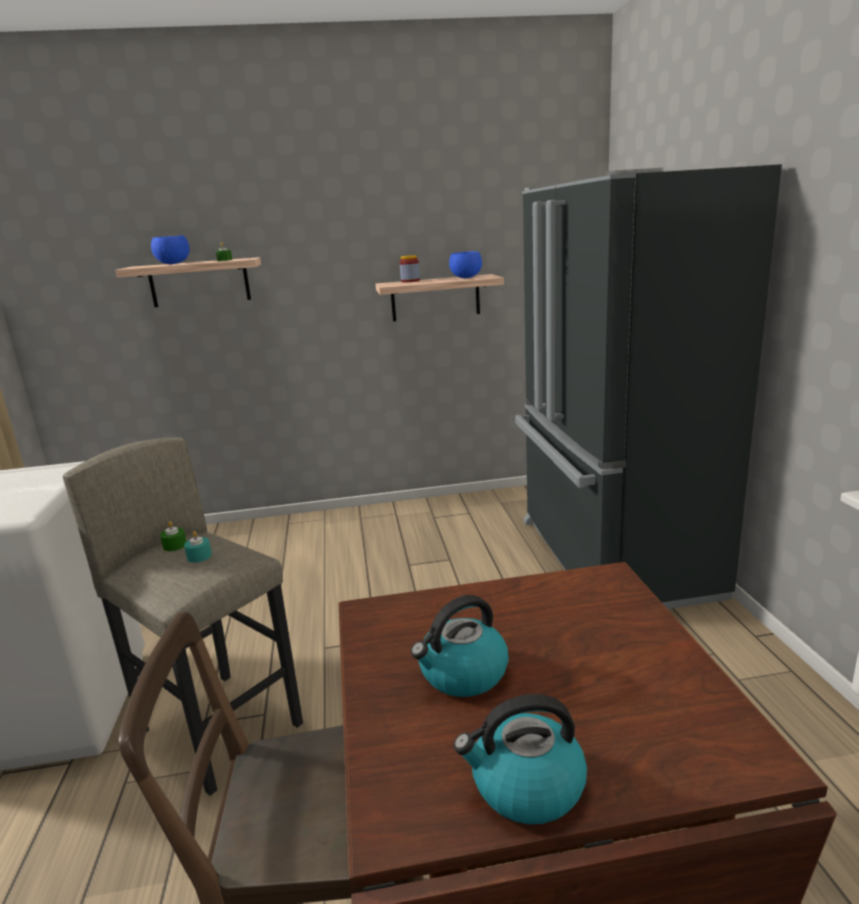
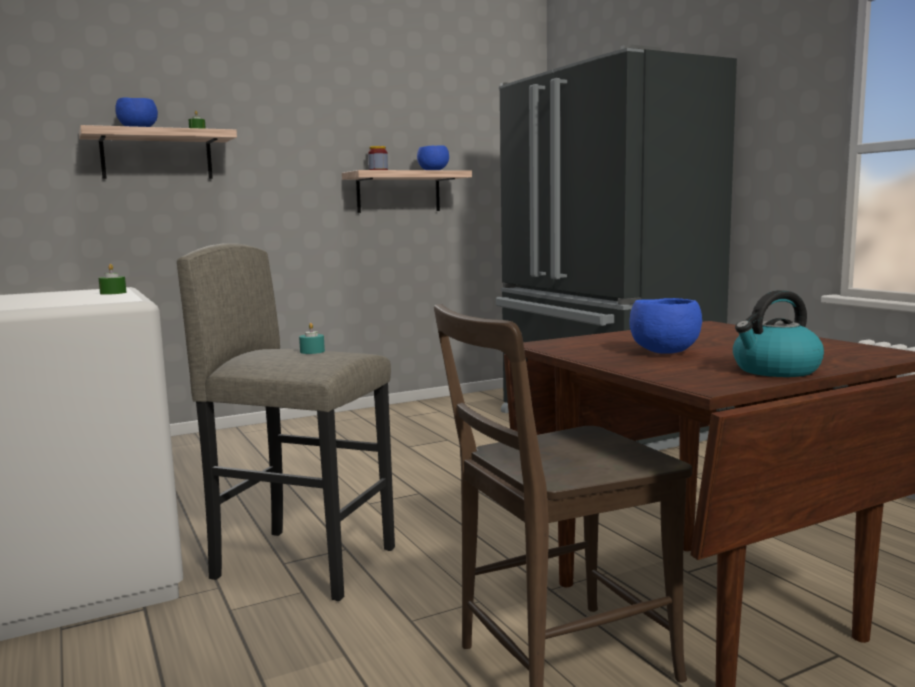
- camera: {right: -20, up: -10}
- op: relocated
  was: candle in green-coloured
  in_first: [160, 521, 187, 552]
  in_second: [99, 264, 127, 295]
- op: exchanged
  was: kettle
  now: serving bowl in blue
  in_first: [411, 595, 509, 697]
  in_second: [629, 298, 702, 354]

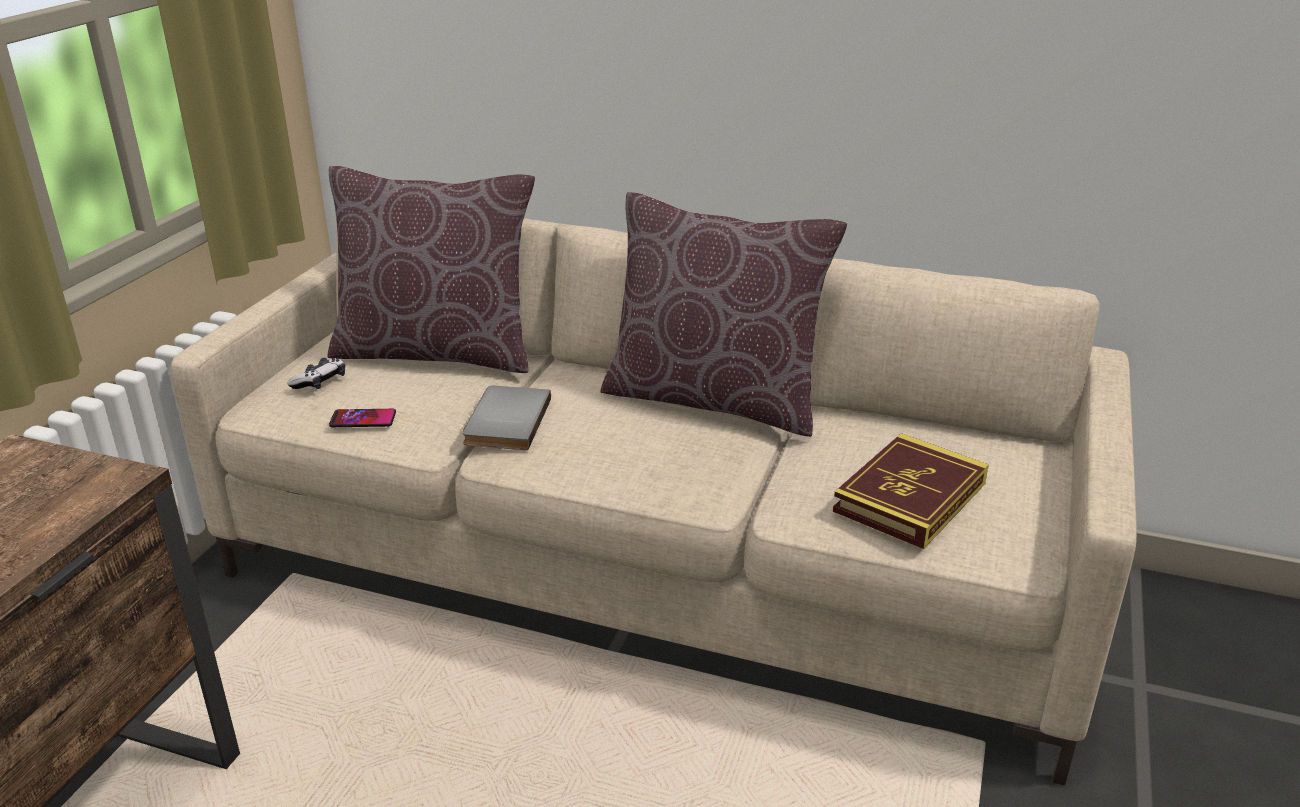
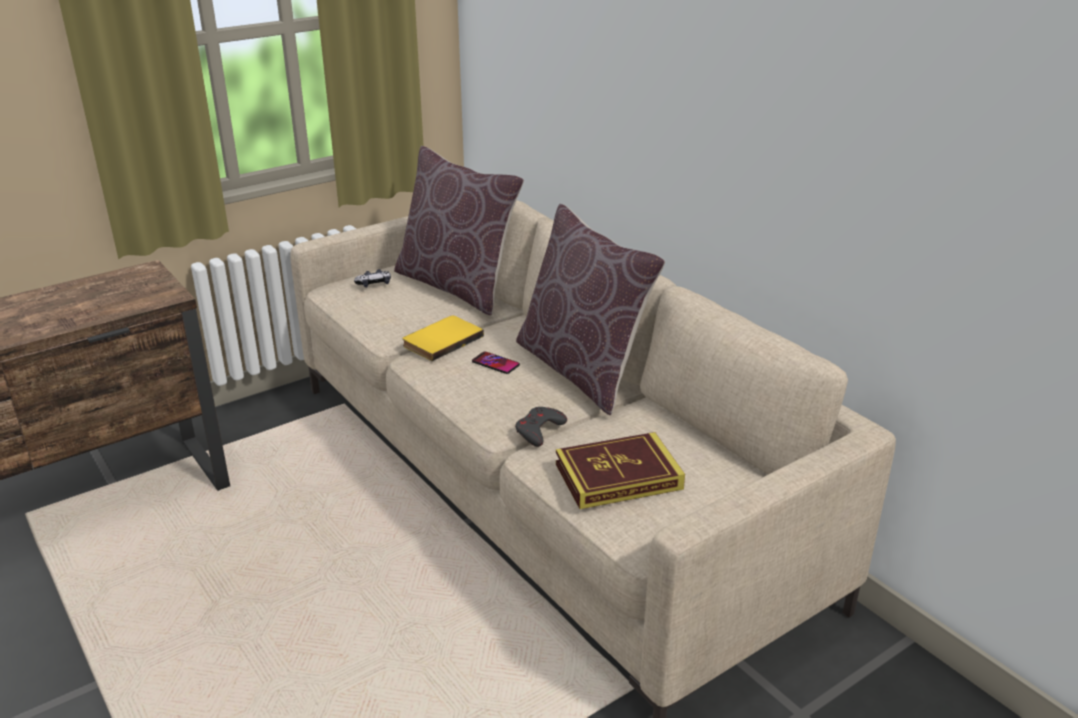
- camera: {right: 35, up: 0}
- op: colour
  was: bound book in grey
  now: bound book in yellowish
  in_first: [462, 386, 551, 450]
  in_second: [402, 316, 484, 361]
- op: relocated
  was: handset
  in_first: [329, 409, 396, 427]
  in_second: [472, 352, 520, 374]
- op: appeared
  now: gamepad in grey
  in_second: [515, 407, 567, 447]

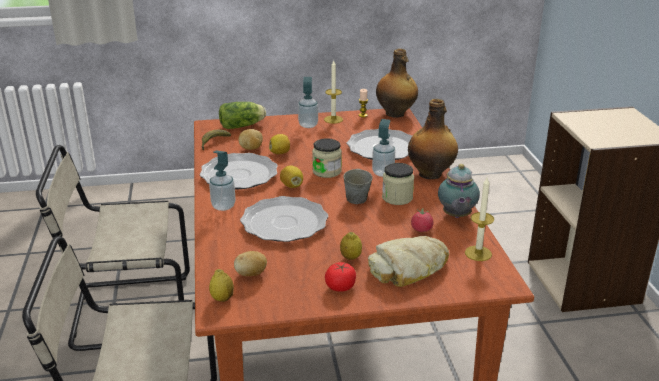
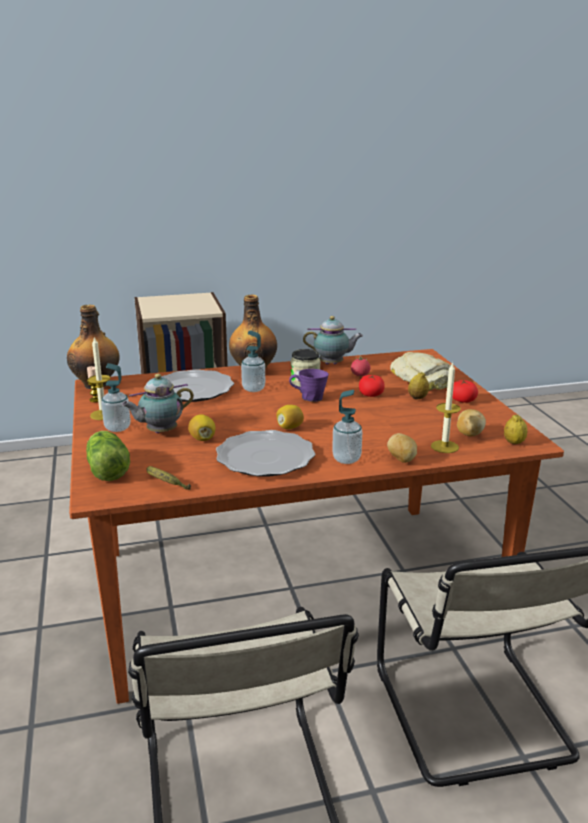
- camera: {right: -95, up: -5}
- op: appeared
  now: teapot
  in_second: [121, 374, 194, 433]
- op: colour
  was: tea mug in grey
  now: tea mug in purple
  in_first: [343, 169, 372, 204]
  in_second: [289, 369, 329, 402]
- op: appeared
  now: tomato
  in_second: [359, 375, 385, 397]
- op: relocated
  was: spud
  in_first: [238, 129, 263, 150]
  in_second: [387, 433, 417, 463]
- op: relocated
  was: candle
  in_first: [465, 177, 494, 261]
  in_second: [431, 362, 461, 453]
- op: missing
  was: plate
  in_first: [240, 196, 329, 242]
- op: missing
  was: storage jar
  in_first: [312, 138, 342, 178]

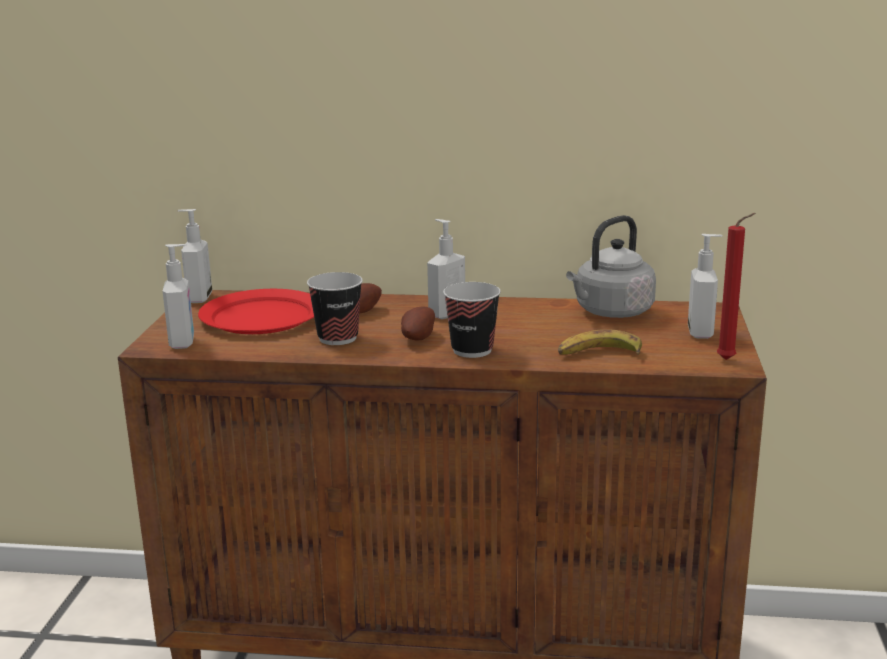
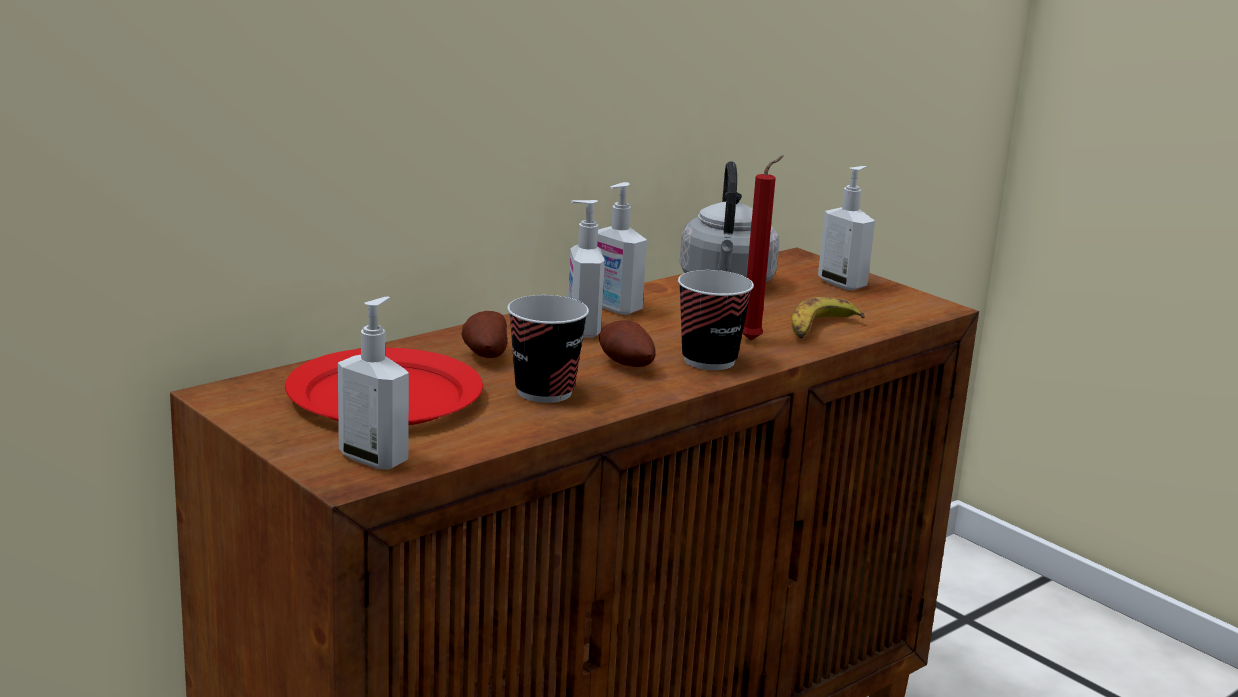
- camera: {right: -50, up: 0}
- op: relocated
  was: liquid soap bottle
  in_first: [178, 209, 212, 303]
  in_second: [597, 182, 647, 315]
- op: relocated
  was: candle in red
  in_first: [717, 213, 756, 360]
  in_second: [743, 155, 784, 341]

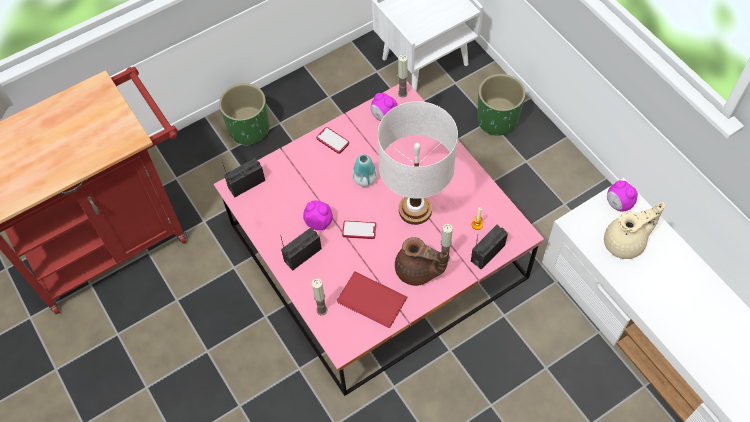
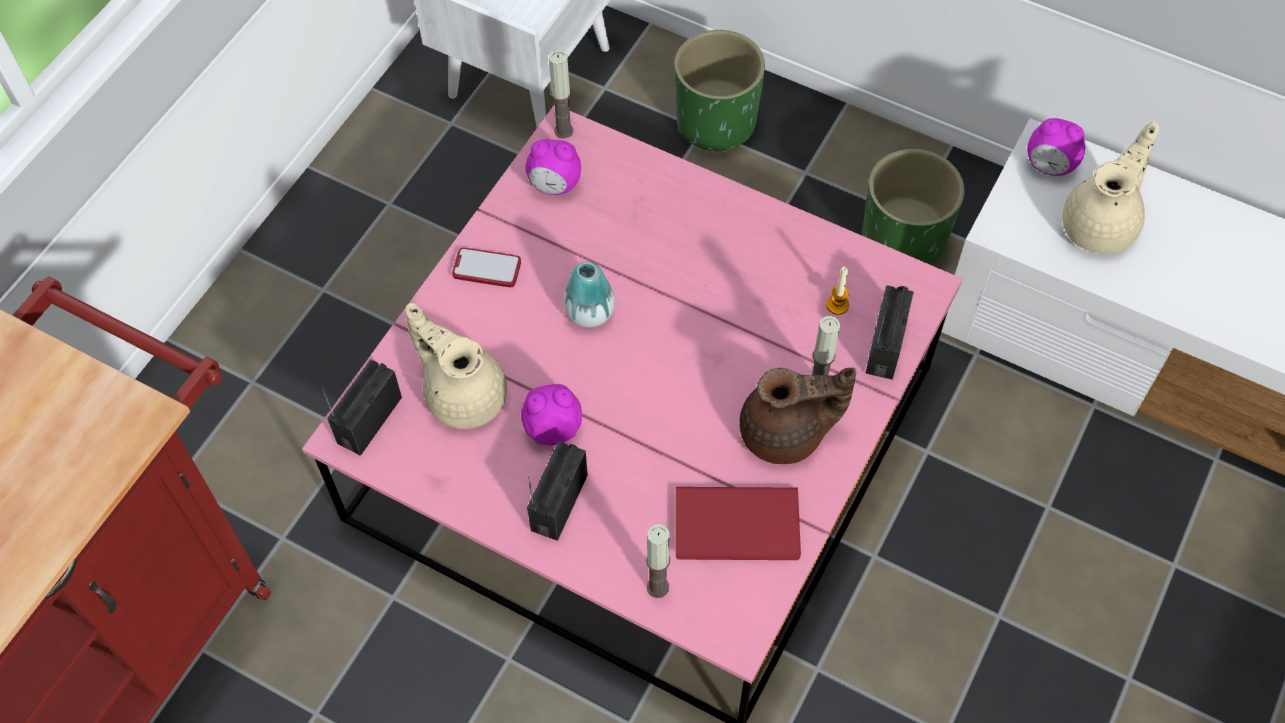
- camera: {right: -30, up: 0}
- op: appeared
  now: teapot in beige-coloured
  in_second: [405, 303, 507, 429]
- op: relocated
  was: plant pot in green-coloured
  in_first: [219, 83, 269, 146]
  in_second: [862, 149, 965, 266]
- op: missing
  was: handset
  in_first: [342, 220, 376, 239]
- op: missing
  was: table lamp in whitish
  in_first: [378, 101, 458, 225]

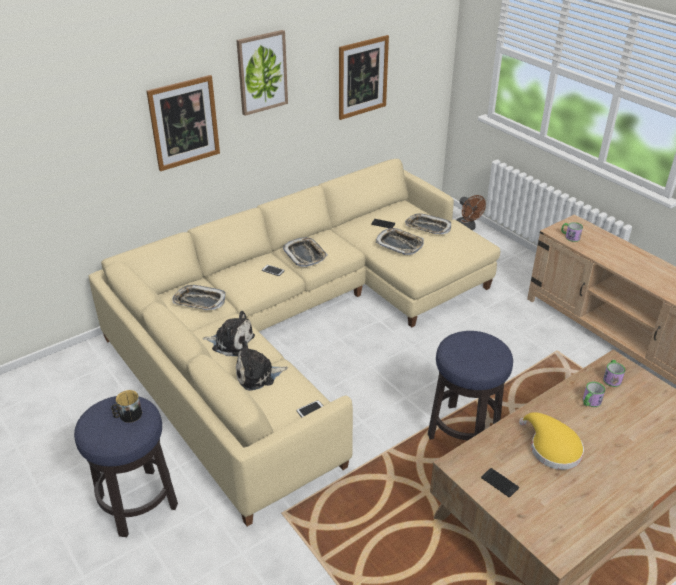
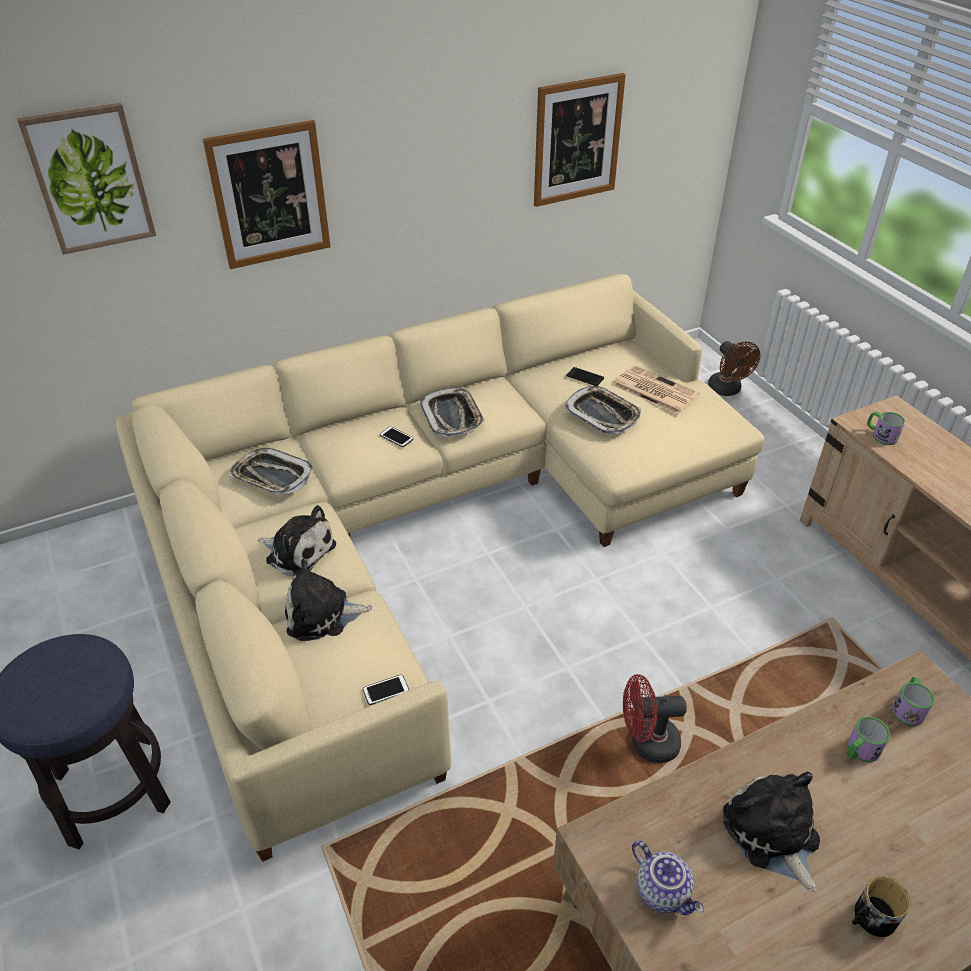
- camera: {right: 10, up: 5}
- op: relocated
  was: wall art
  in_first: [236, 30, 288, 116]
  in_second: [17, 103, 156, 255]
- op: exchanged
  was: serving tray
  now: newspaper
  in_first: [405, 214, 451, 234]
  in_second: [612, 365, 700, 415]
- op: exchanged
  was: stool
  now: cooling fan in red
  in_first: [428, 331, 513, 440]
  in_second: [623, 674, 687, 763]
- op: exchanged
  was: handset
  now: teapot
  in_first: [481, 468, 519, 498]
  in_second: [632, 840, 704, 915]
- op: exchanged
  was: wearable hat in yellowish
  now: plush toy
  in_first: [519, 412, 584, 470]
  in_second: [723, 772, 820, 892]
- op: relocated
  was: tea mug
  in_first: [111, 390, 142, 423]
  in_second: [852, 876, 910, 937]

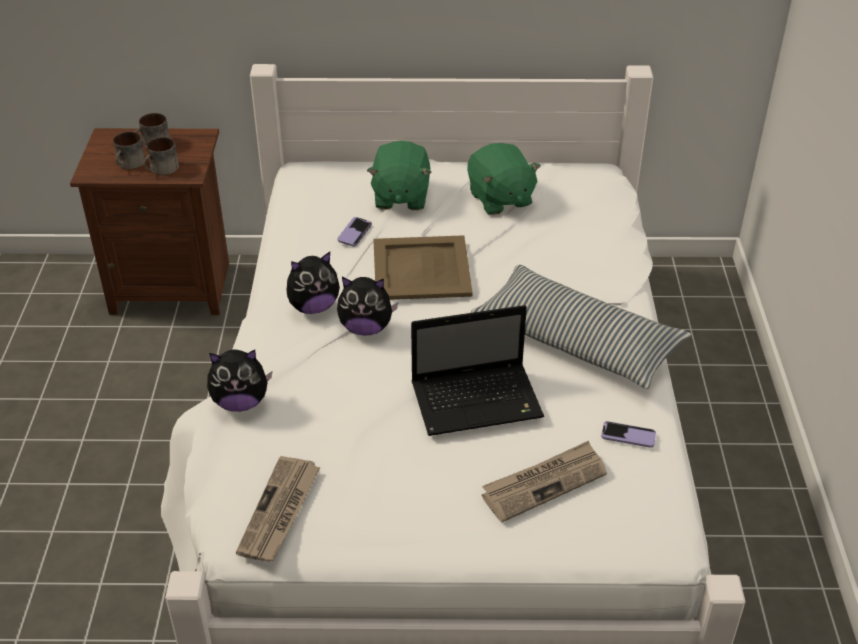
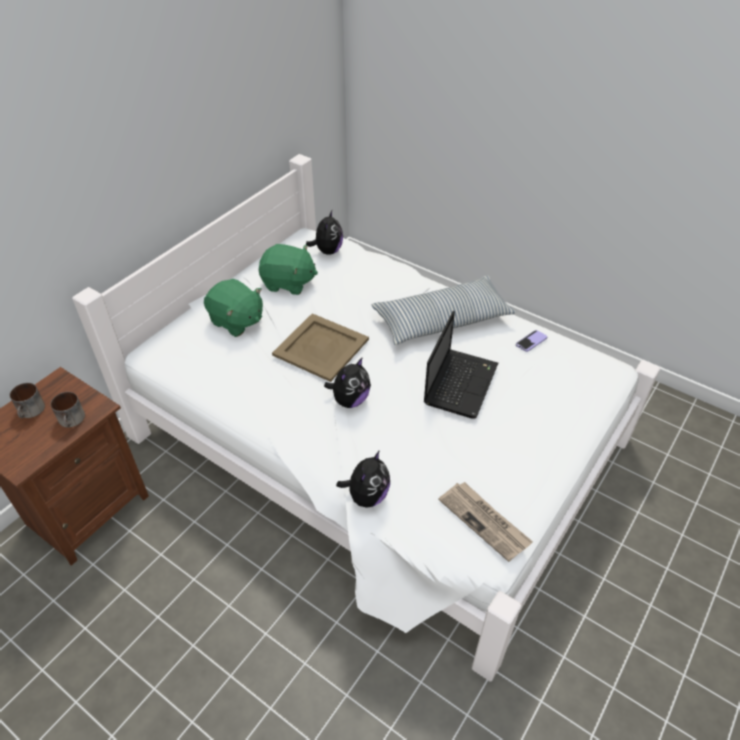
- camera: {right: -55, up: 5}
- op: relocated
  was: plush toy
  in_first: [286, 252, 340, 314]
  in_second: [306, 210, 343, 255]
- op: missing
  was: tea mug
  in_first: [113, 132, 145, 169]
- op: missing
  was: handset
  in_first: [338, 217, 372, 247]
- op: missing
  was: newspaper
  in_first: [482, 441, 607, 522]

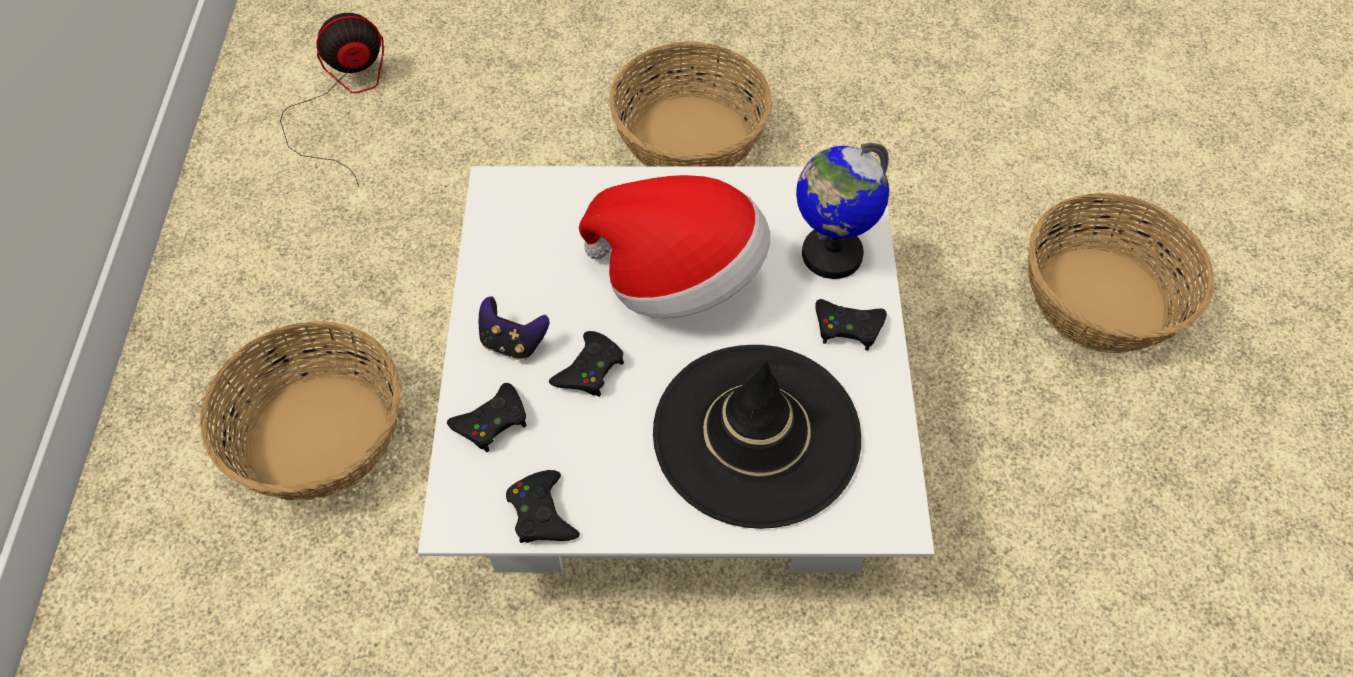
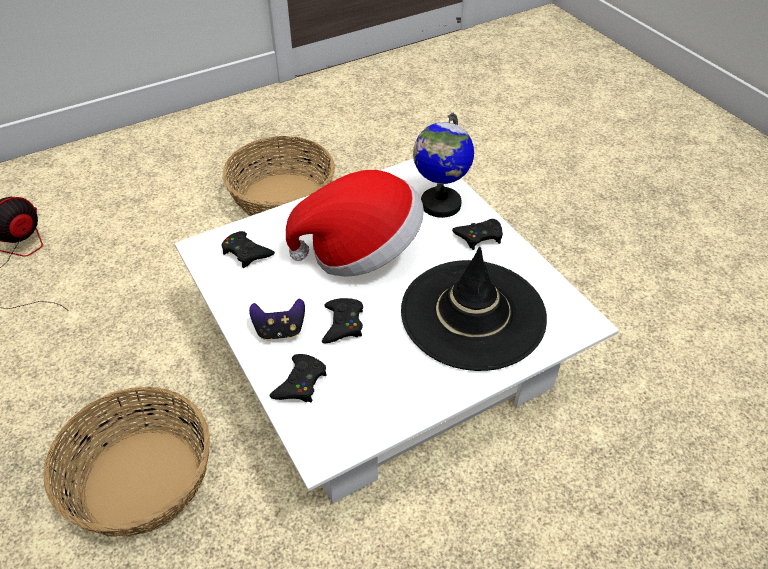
- camera: {right: -30, up: -10}
- op: relocated
  was: gamepad in blackish
  in_first: [506, 470, 580, 543]
  in_second: [221, 231, 275, 268]
- op: missing
  was: household basket
  in_first: [1028, 193, 1215, 353]

